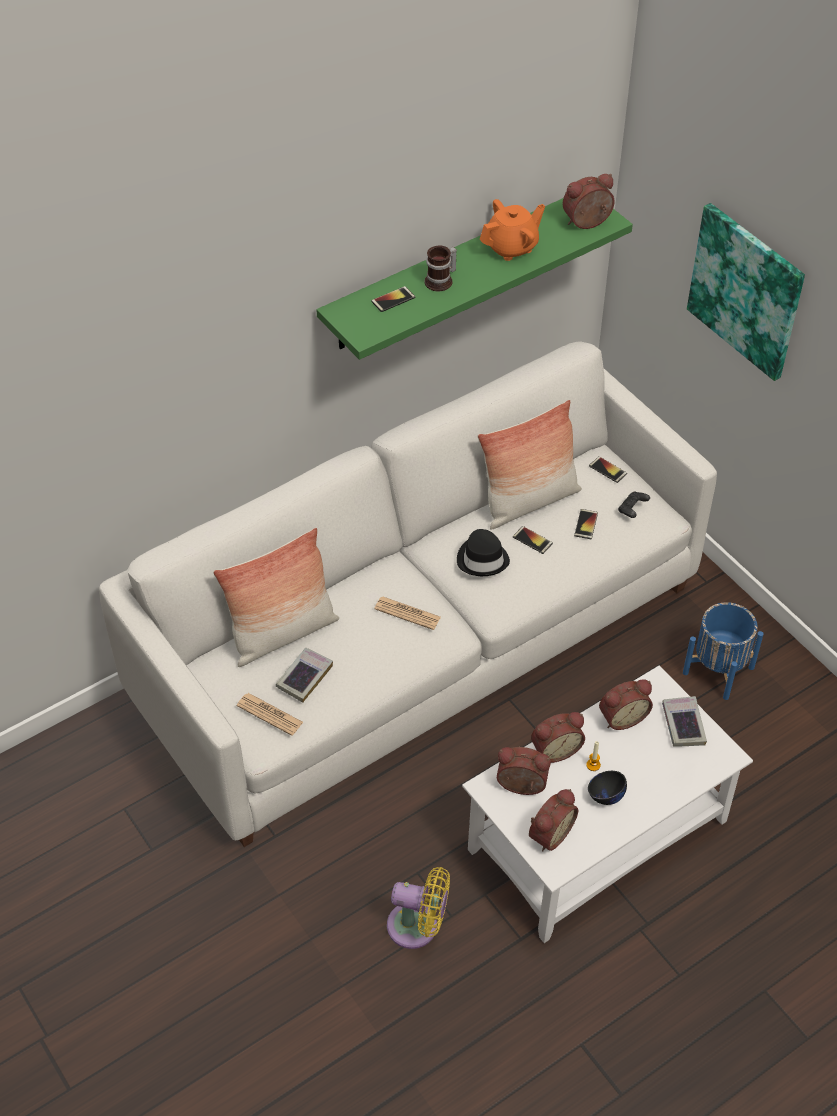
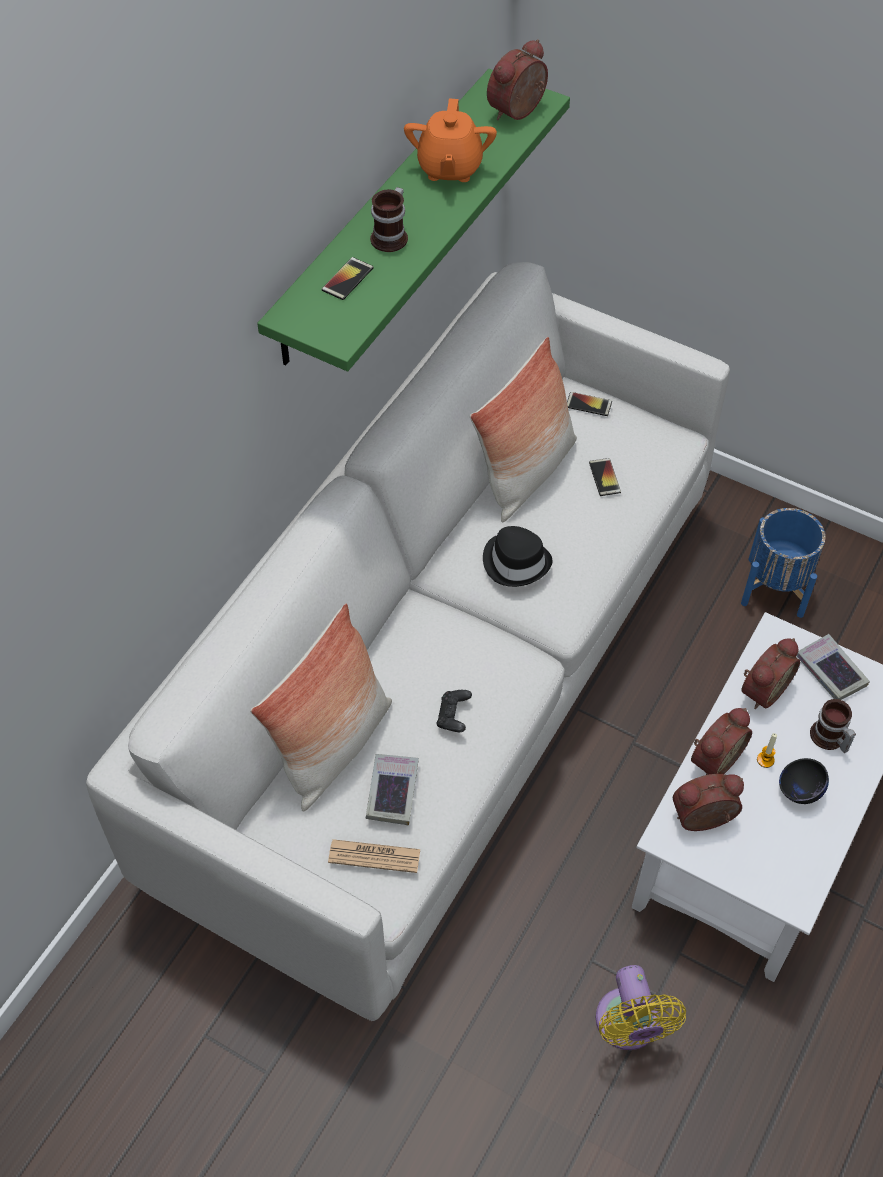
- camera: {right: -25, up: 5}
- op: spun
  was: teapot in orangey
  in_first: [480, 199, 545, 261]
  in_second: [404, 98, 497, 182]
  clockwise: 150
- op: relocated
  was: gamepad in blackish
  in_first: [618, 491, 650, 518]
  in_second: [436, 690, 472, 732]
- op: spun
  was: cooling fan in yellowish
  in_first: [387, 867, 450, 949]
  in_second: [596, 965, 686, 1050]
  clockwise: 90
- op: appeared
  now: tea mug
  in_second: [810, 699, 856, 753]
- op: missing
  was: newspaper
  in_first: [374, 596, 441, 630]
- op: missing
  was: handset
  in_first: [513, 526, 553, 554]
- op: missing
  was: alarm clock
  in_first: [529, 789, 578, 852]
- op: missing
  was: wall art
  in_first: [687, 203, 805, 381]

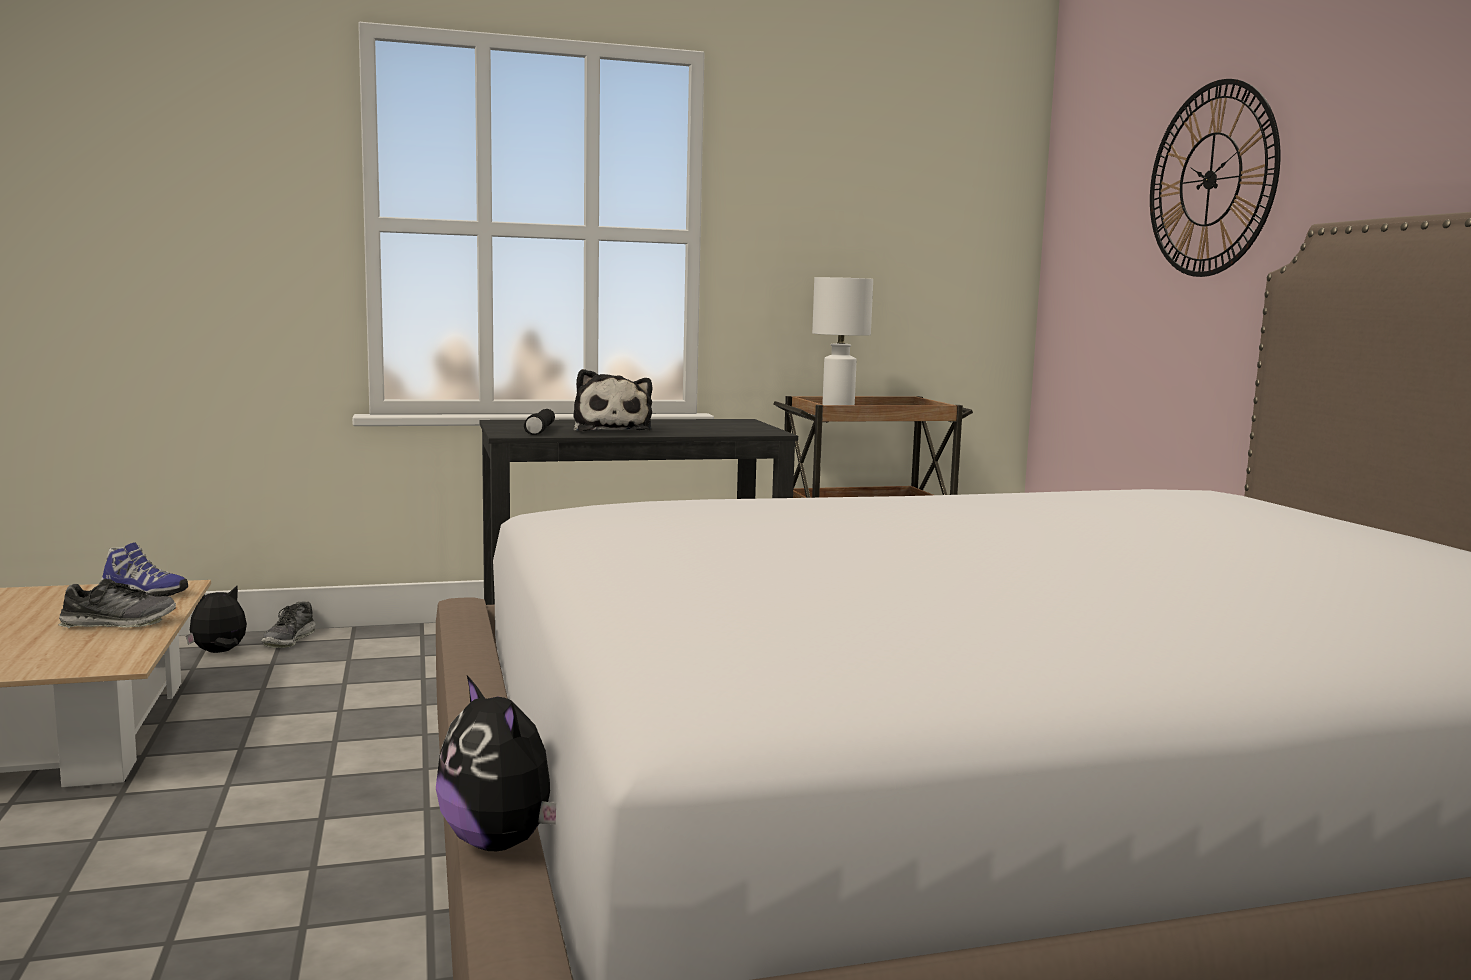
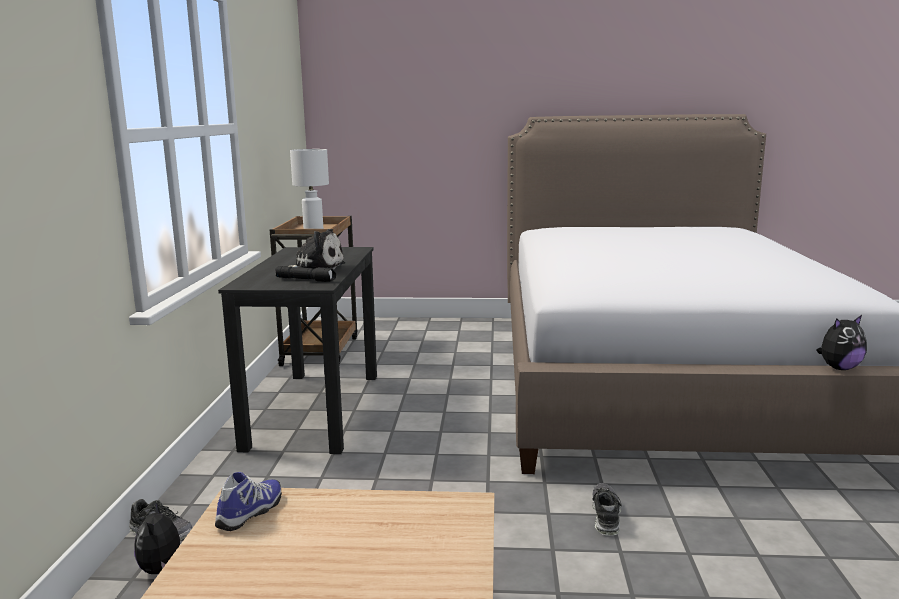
- camera: {right: -70, up: 5}
- op: relocated
  was: item of footwear
  in_first: [59, 578, 176, 628]
  in_second: [592, 483, 622, 536]
- op: missing
  was: hanging clock
  in_first: [1150, 79, 1280, 277]

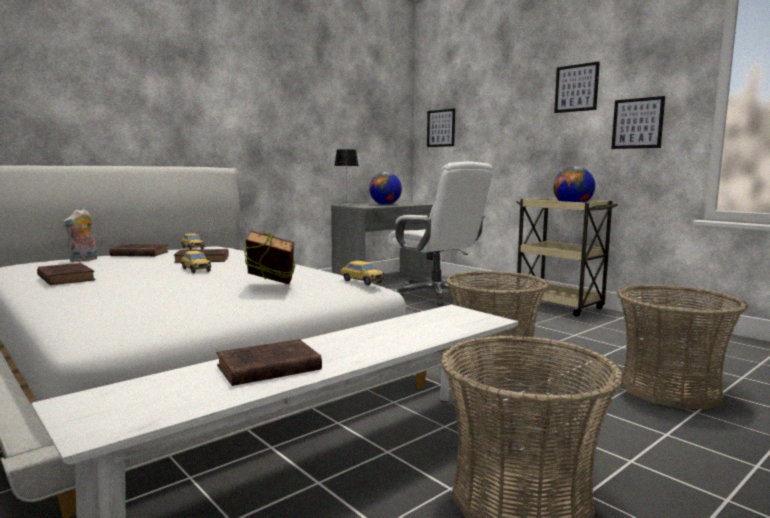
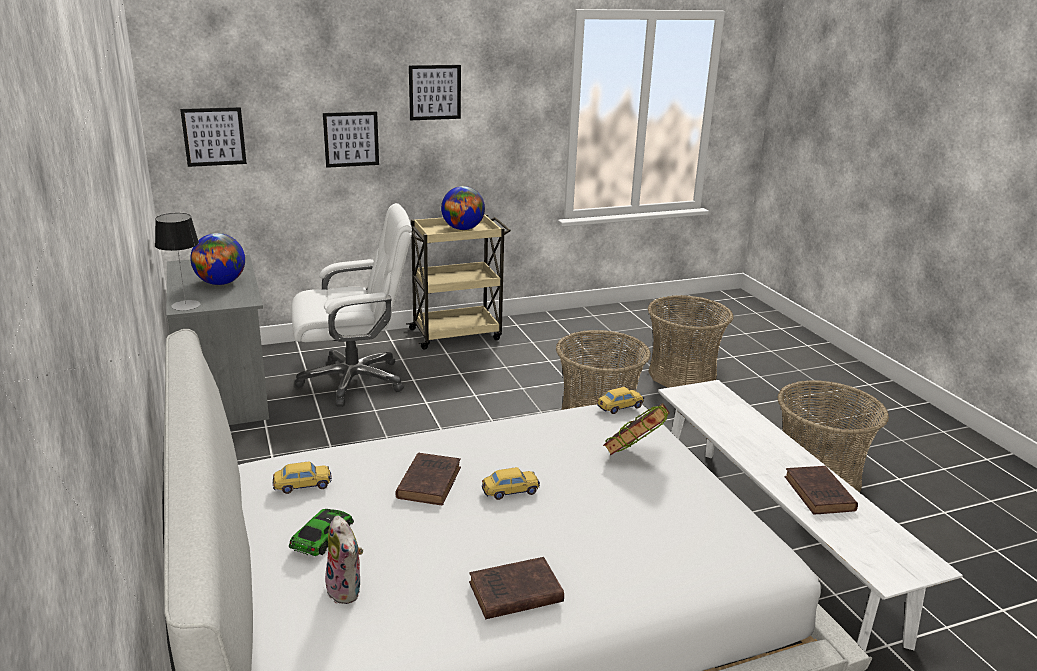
- camera: {right: -70, up: 15}
- op: exchanged
  was: bound book in brown-coloured
  now: miniature car
  in_first: [109, 244, 168, 256]
  in_second: [289, 509, 354, 556]
- op: relocated
  was: wall art
  in_first: [611, 96, 665, 149]
  in_second: [323, 111, 379, 168]

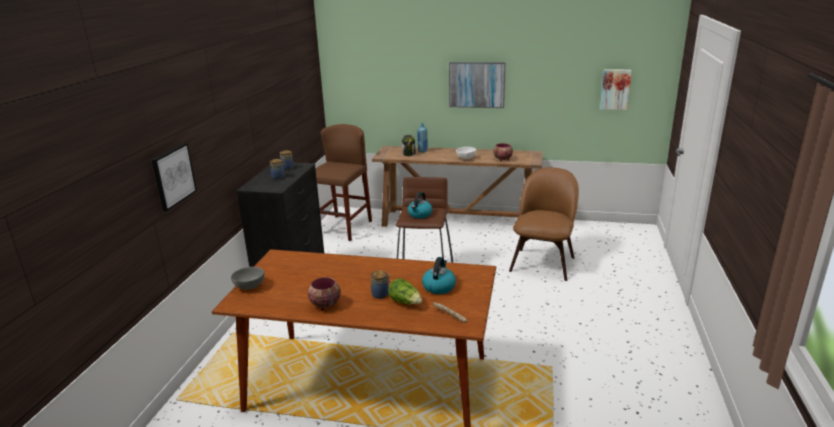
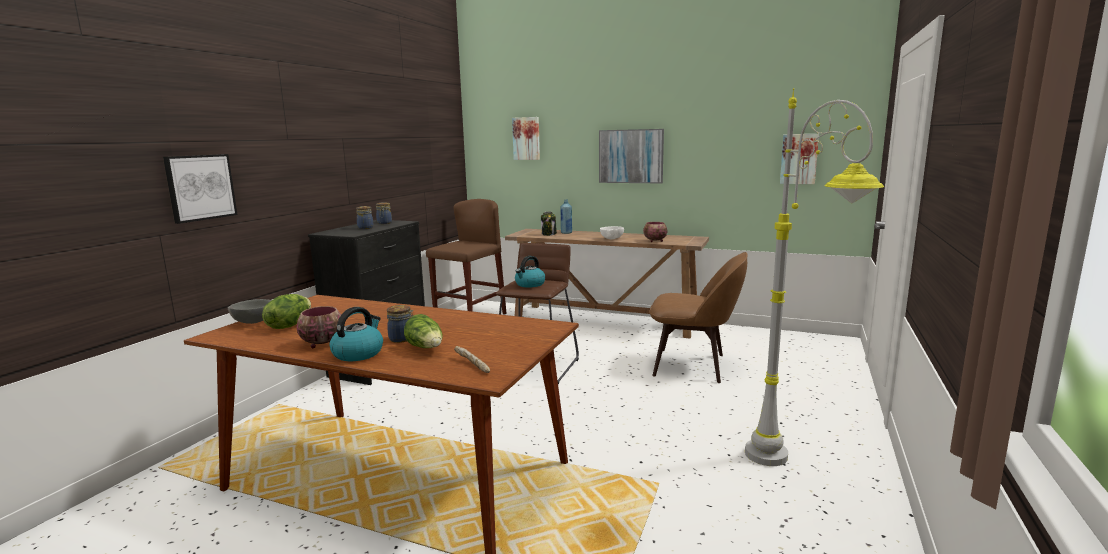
- camera: {right: 10, up: -10}
- op: appeared
  now: head of lettuce
  in_second: [262, 294, 311, 329]
- op: relocated
  was: kettle
  in_first: [422, 257, 456, 294]
  in_second: [330, 307, 383, 361]
- op: appeared
  now: wall art
  in_second: [512, 117, 540, 160]
- op: spun
  was: upright chair in brown-coloured
  in_first: [509, 167, 579, 281]
  in_second: [649, 252, 747, 383]
  clockwise: 75
- op: appeared
  now: standing lamp in grey
  in_second: [745, 88, 884, 466]

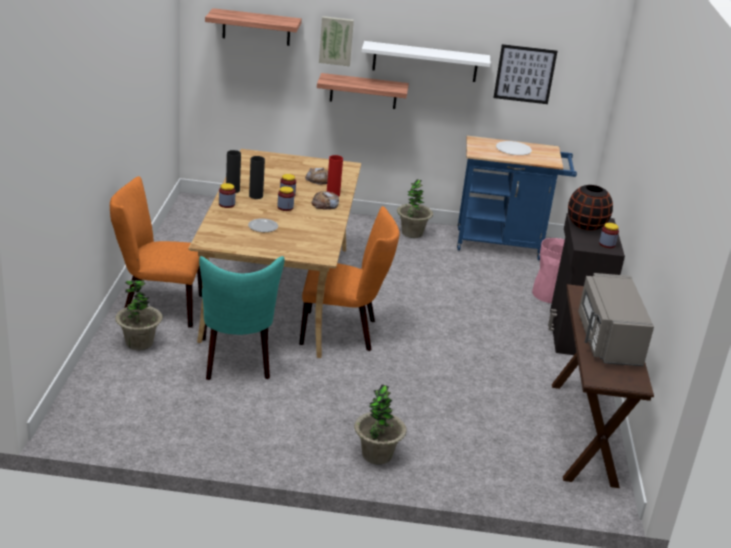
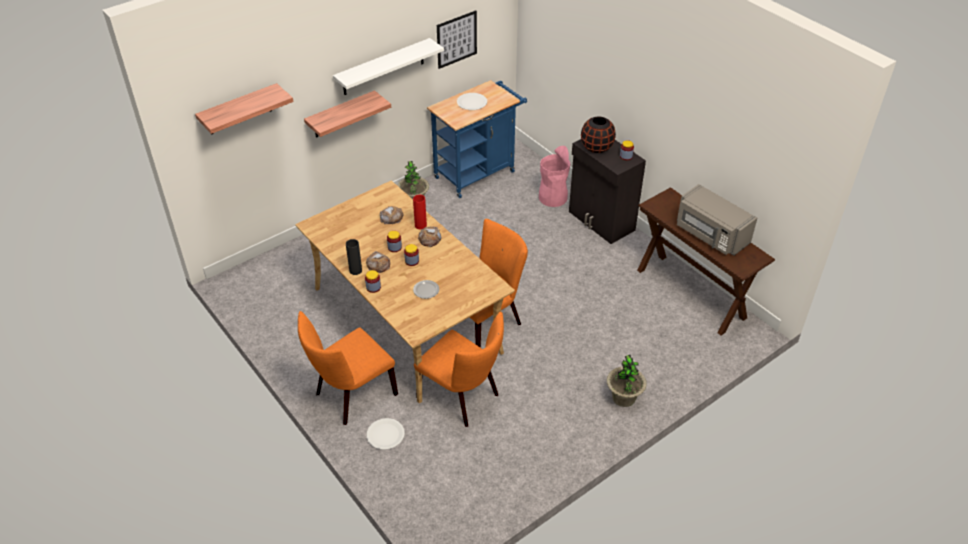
- camera: {right: -40, up: 15}
- op: exchanged
  was: vase in blackish
  now: baked bread
  in_first: [249, 156, 265, 199]
  in_second: [366, 251, 390, 273]
- op: exchanged
  was: houseplant
  now: plate in whitish
  in_first: [115, 280, 163, 350]
  in_second: [367, 418, 405, 450]
- op: colour
  was: upright chair in turquoise
  now: upright chair in orangey
  in_first: [199, 256, 285, 380]
  in_second: [414, 312, 504, 427]
- op: missing
  was: wall art
  in_first: [319, 16, 354, 66]

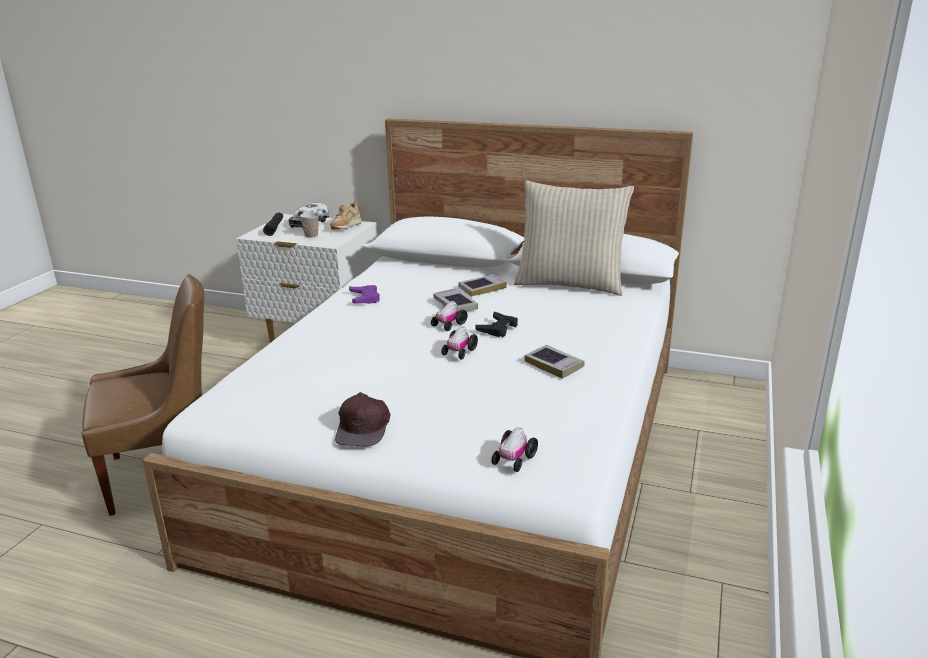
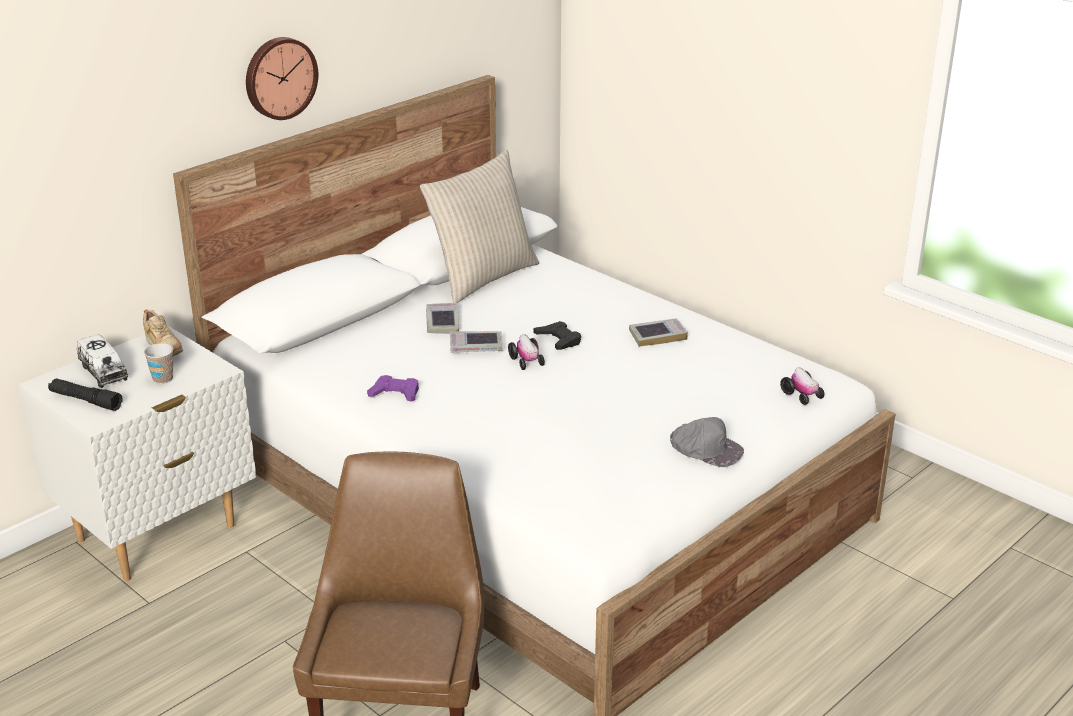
- camera: {right: -65, up: 5}
- op: appeared
  now: hanging clock
  in_second: [246, 37, 318, 120]
- op: colour
  was: baseball cap in brown-coloured
  now: baseball cap in grey
  in_first: [335, 392, 390, 446]
  in_second: [670, 417, 744, 467]
- op: missing
  was: miniature car
  in_first: [441, 326, 478, 359]

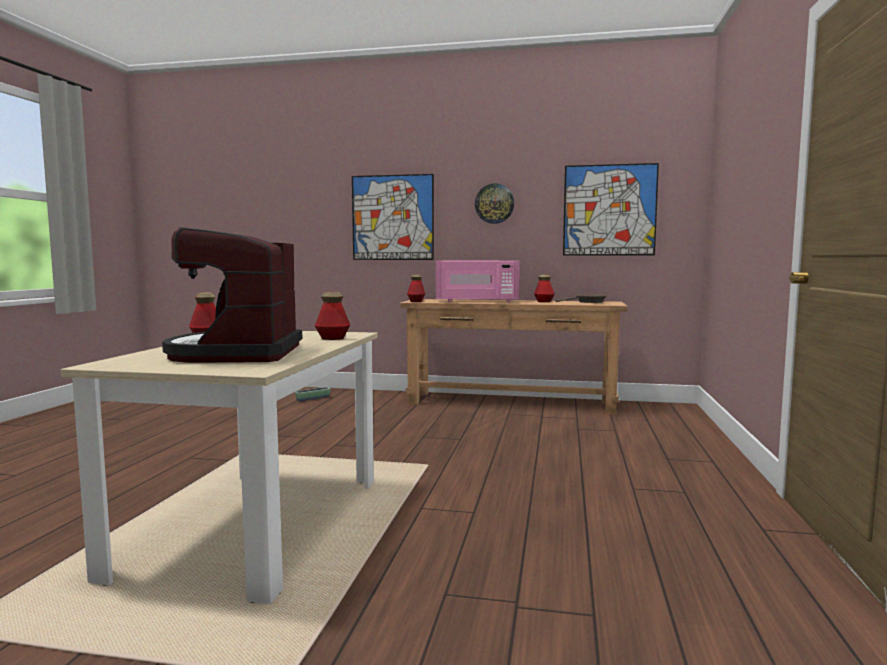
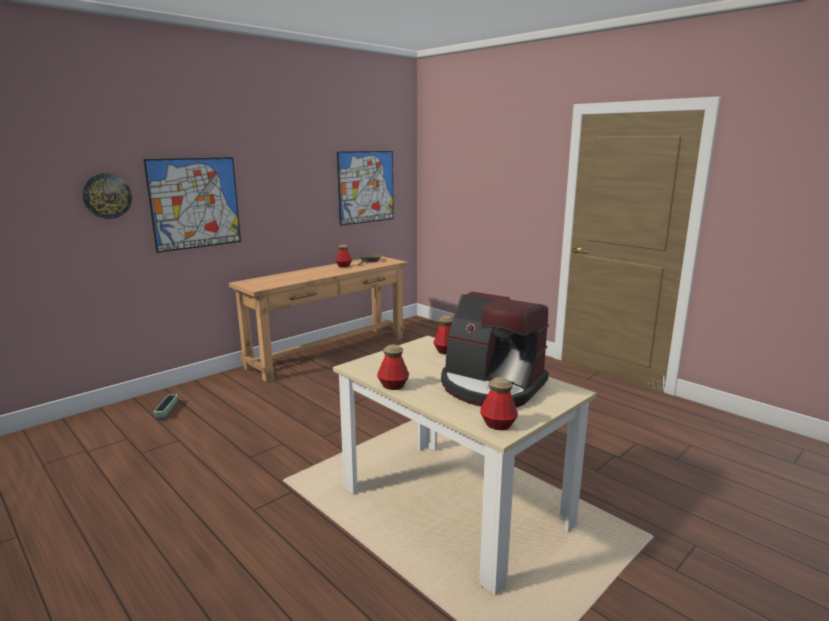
- camera: {right: -55, up: 10}
- op: relocated
  was: hanging clock
  in_first: [475, 184, 514, 224]
  in_second: [82, 173, 132, 219]
- op: relocated
  was: drink bottle
  in_first: [407, 274, 425, 302]
  in_second: [480, 377, 518, 430]
- op: missing
  was: microwave in pink
  in_first: [436, 261, 520, 302]

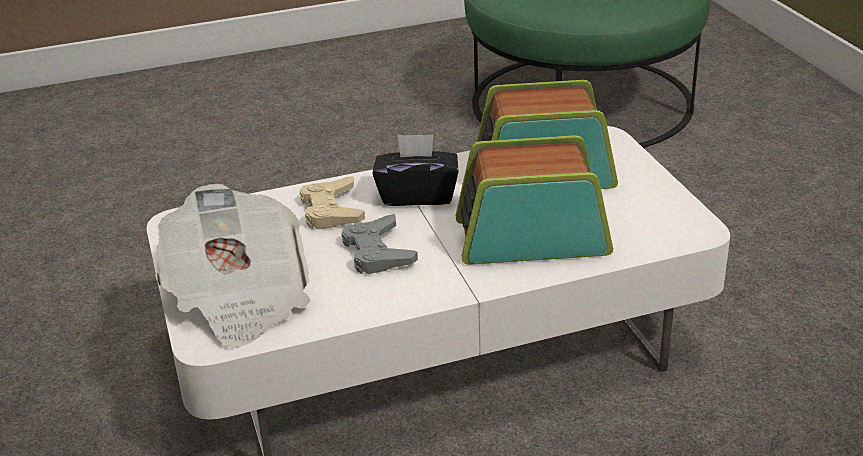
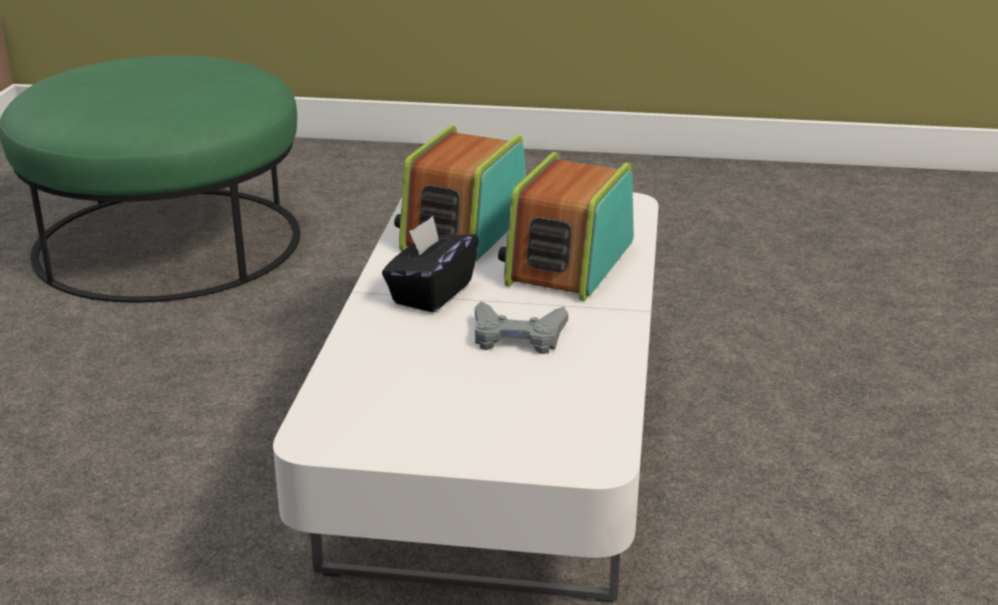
- camera: {right: -65, up: -5}
- op: missing
  was: newspaper
  in_first: [155, 184, 310, 348]
- op: missing
  was: gamepad in beige-coloured
  in_first: [300, 176, 365, 229]

